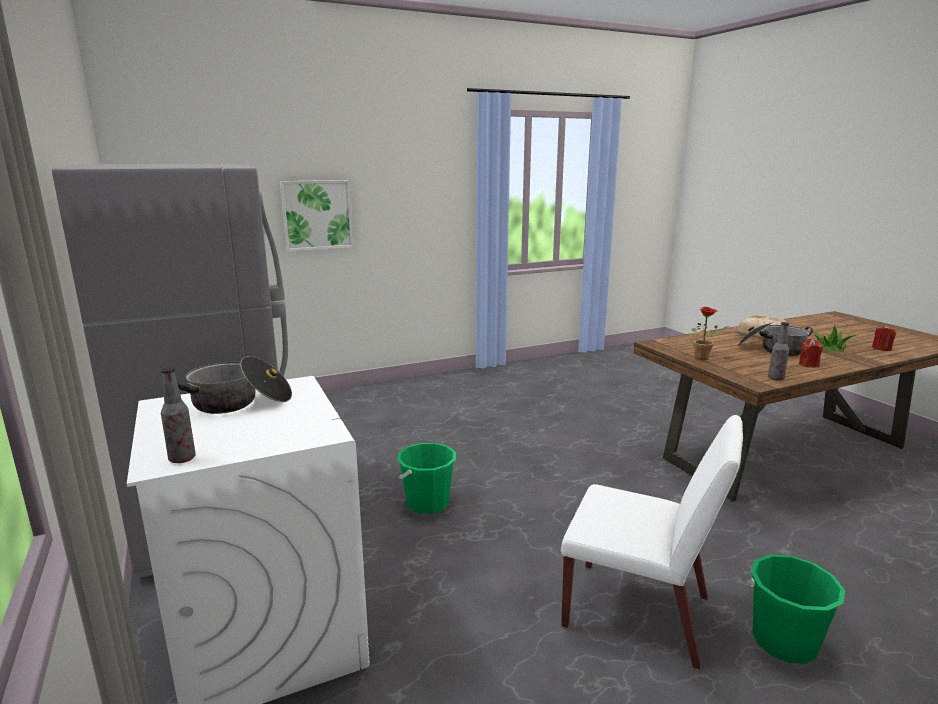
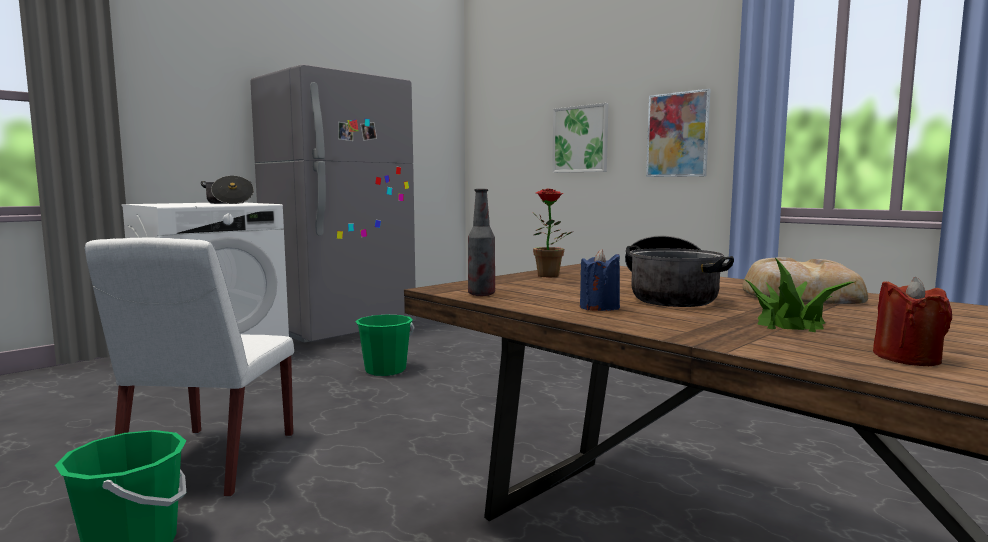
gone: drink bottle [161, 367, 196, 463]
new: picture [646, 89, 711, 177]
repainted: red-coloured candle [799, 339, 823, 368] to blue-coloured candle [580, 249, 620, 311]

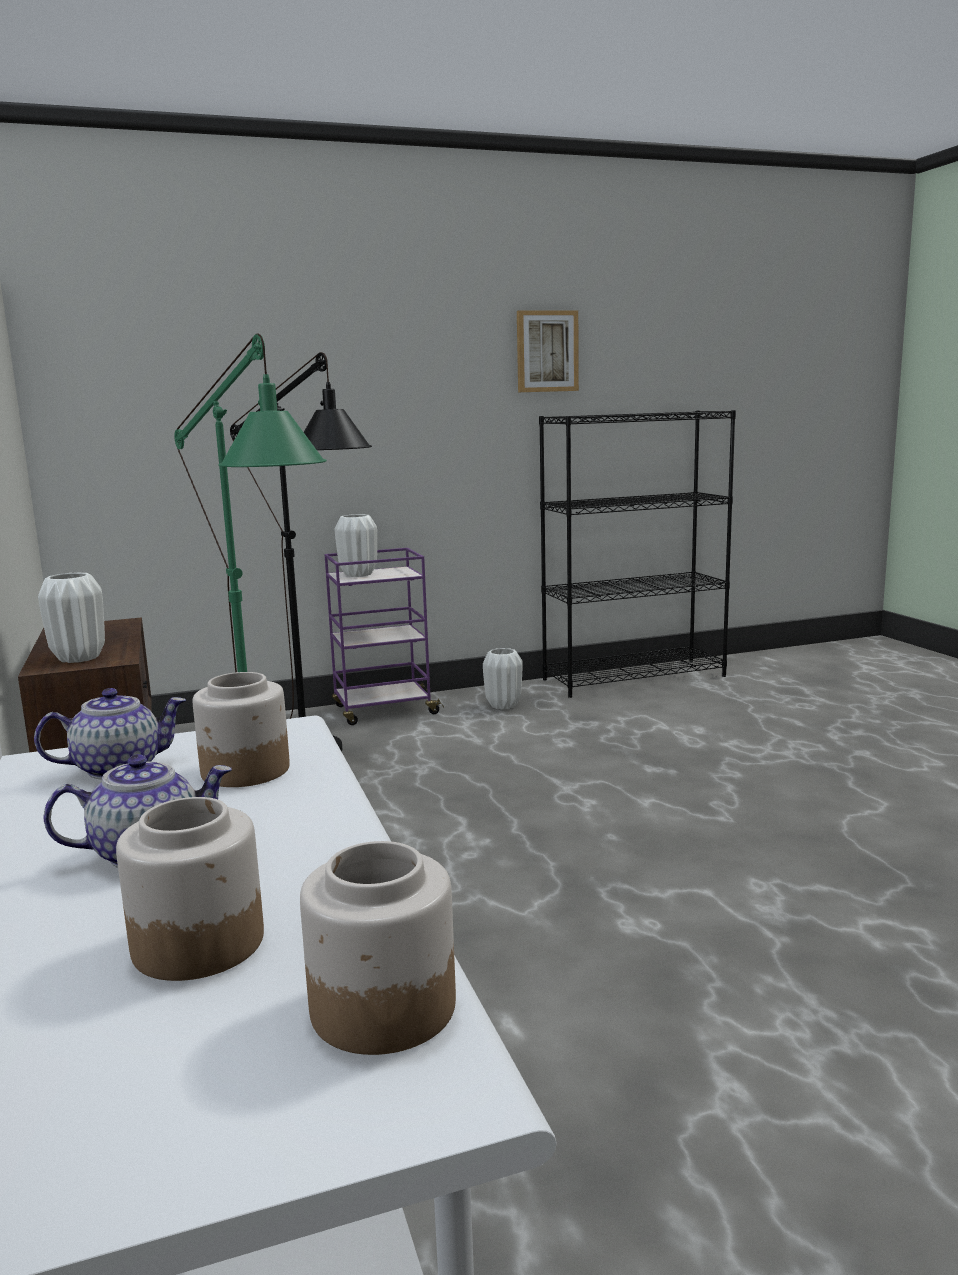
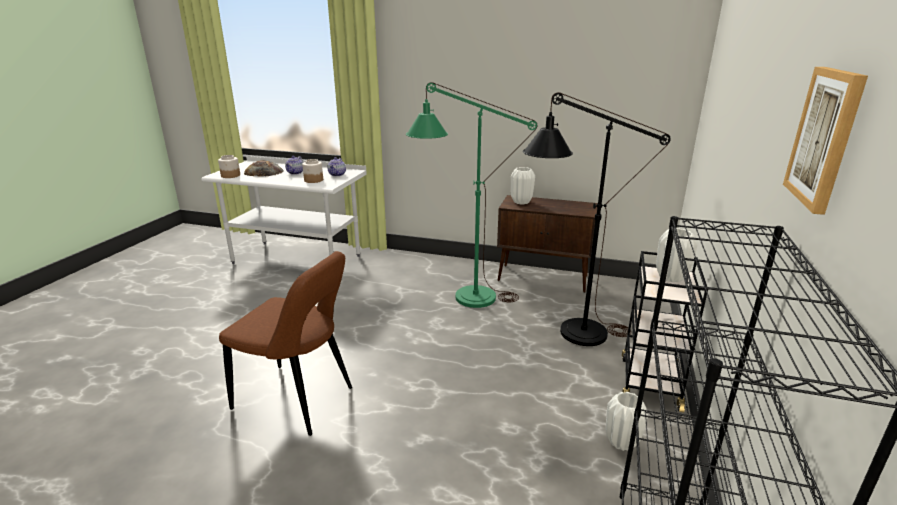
new: brownish chair [219, 251, 352, 436]
swapped: preserve jar [116, 797, 264, 981] to bakery bread [244, 160, 284, 176]
repainted: purple trolley [324, 548, 444, 725] to black trolley [622, 251, 708, 413]

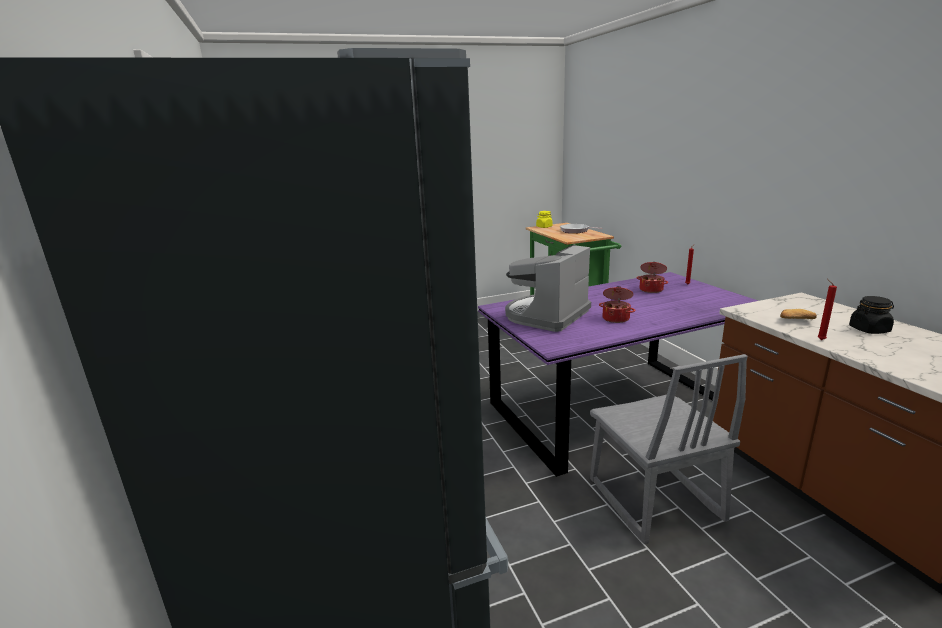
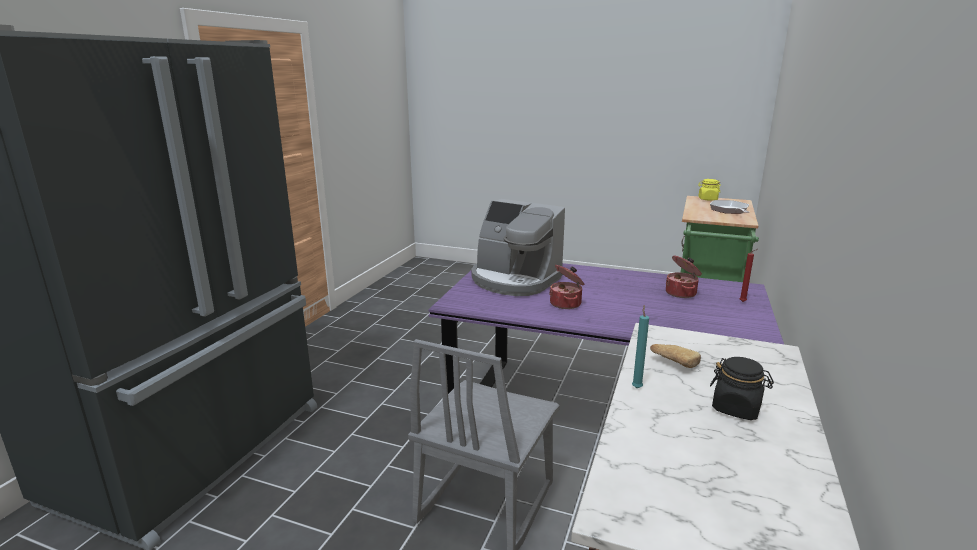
repainted: red-coloured candle [817, 279, 837, 340] to turquoise candle [632, 305, 649, 388]
rotated: coffee maker [505, 244, 591, 332] = [471, 199, 565, 296] 135 degrees counterclockwise

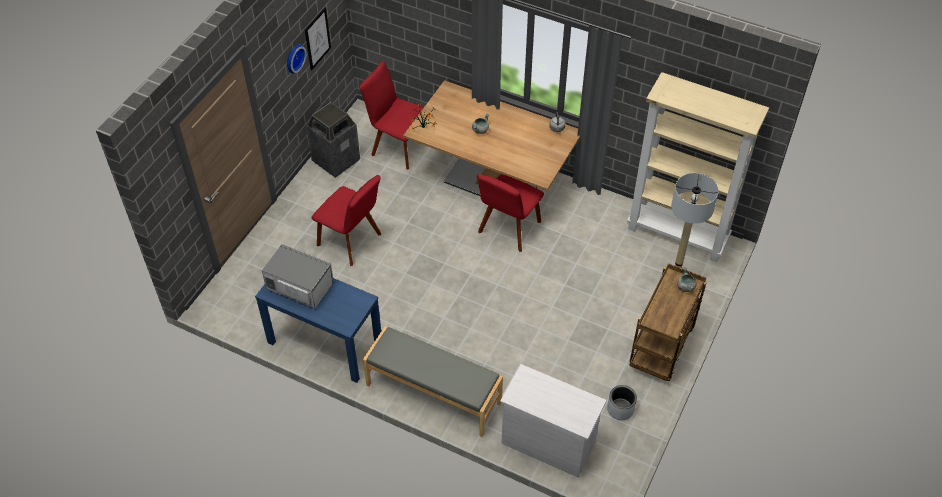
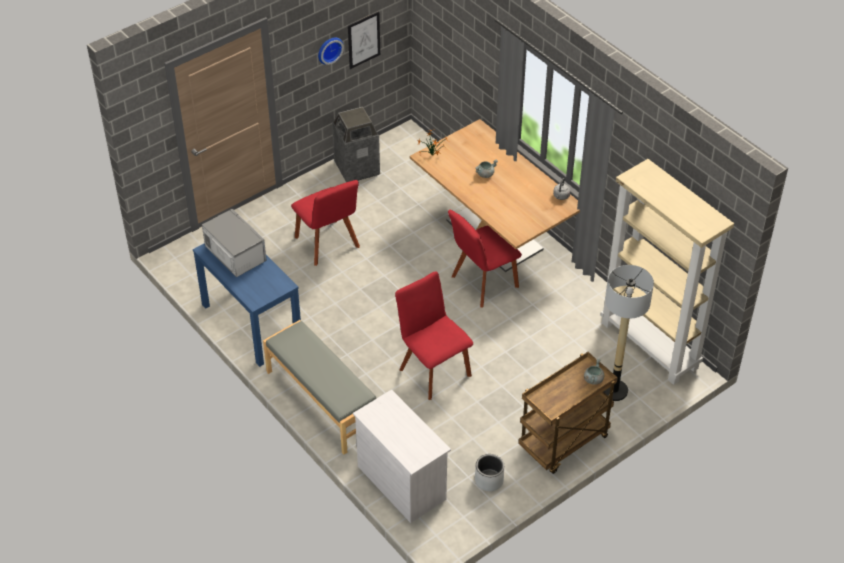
shifted: red-coloured chair [360, 61, 423, 170] to [395, 271, 473, 400]

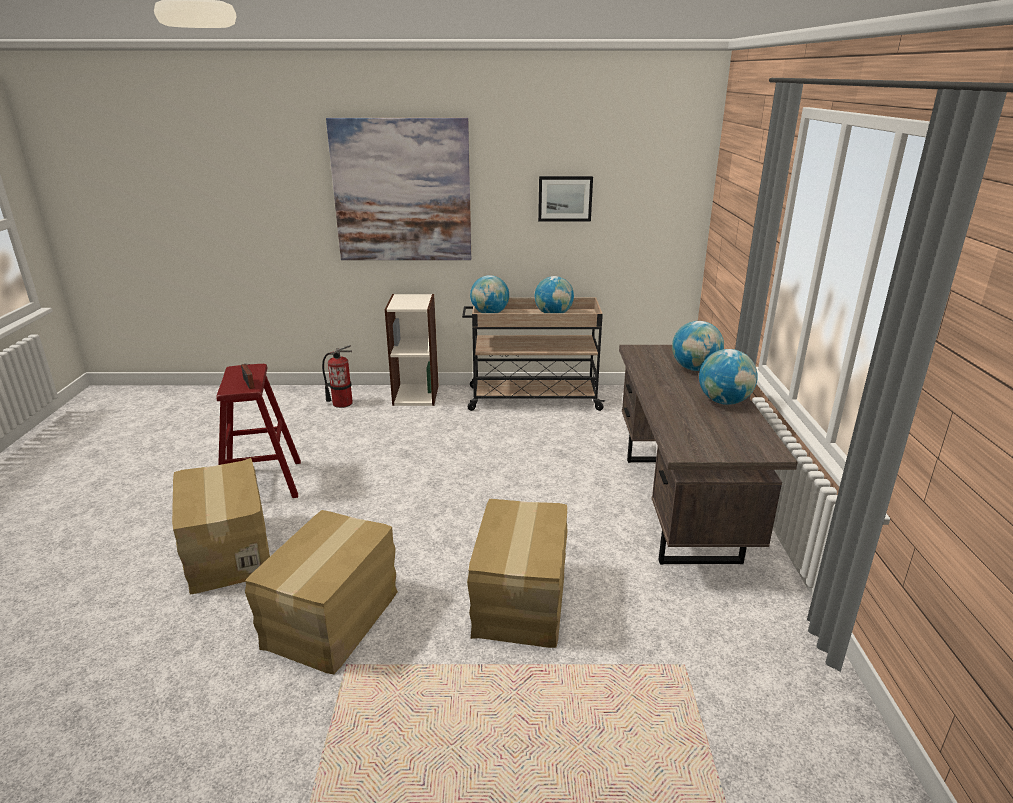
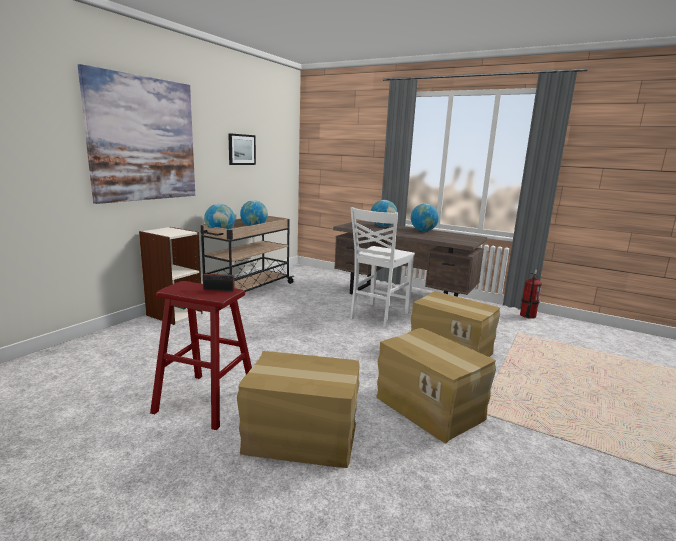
new: white-coloured chair [350, 207, 415, 328]
shifted: extinguisher [322, 345, 353, 408] to [520, 269, 542, 319]

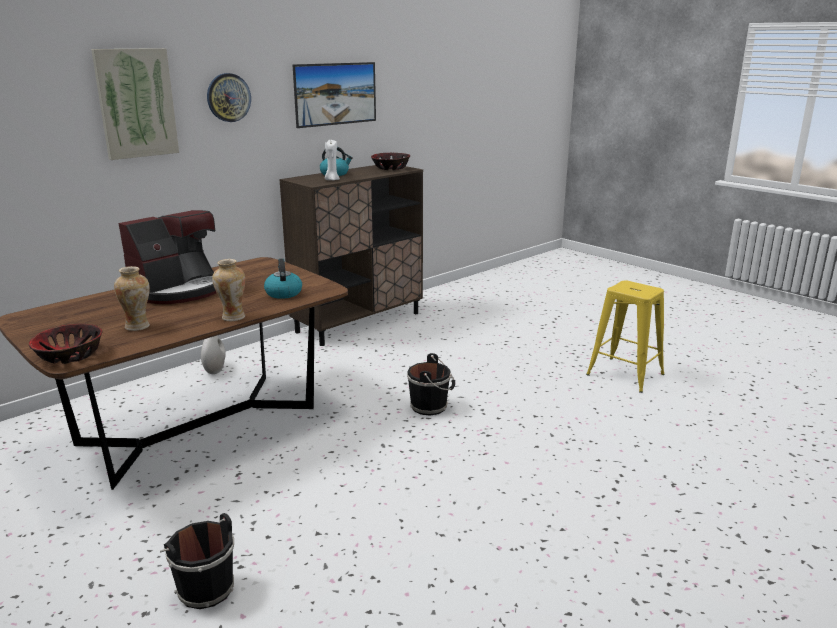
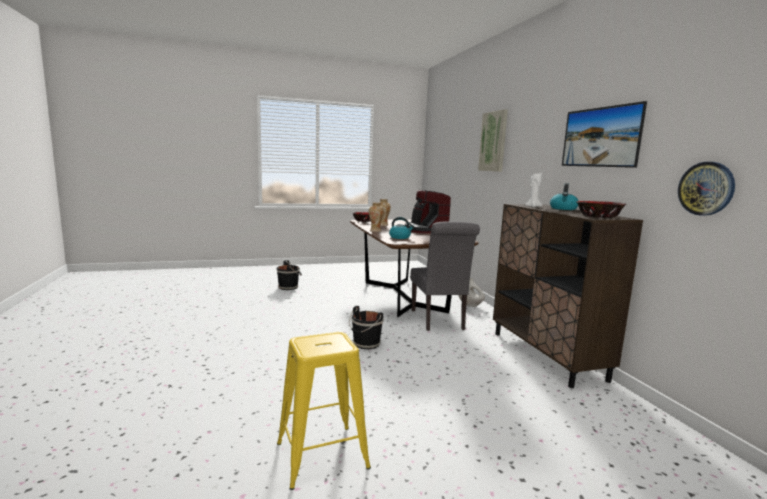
new: gray chair [410, 221, 480, 331]
shifted: hanging clock [207, 73, 251, 122] to [678, 162, 735, 216]

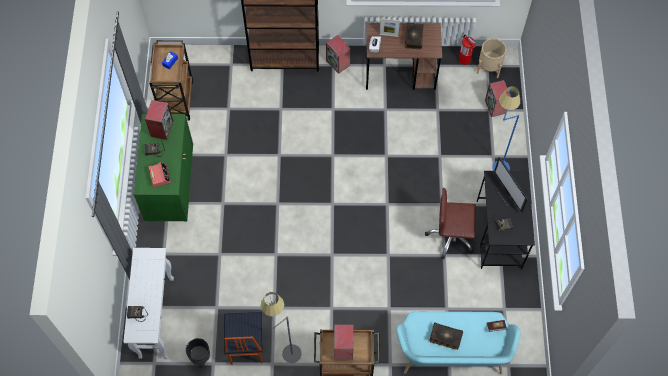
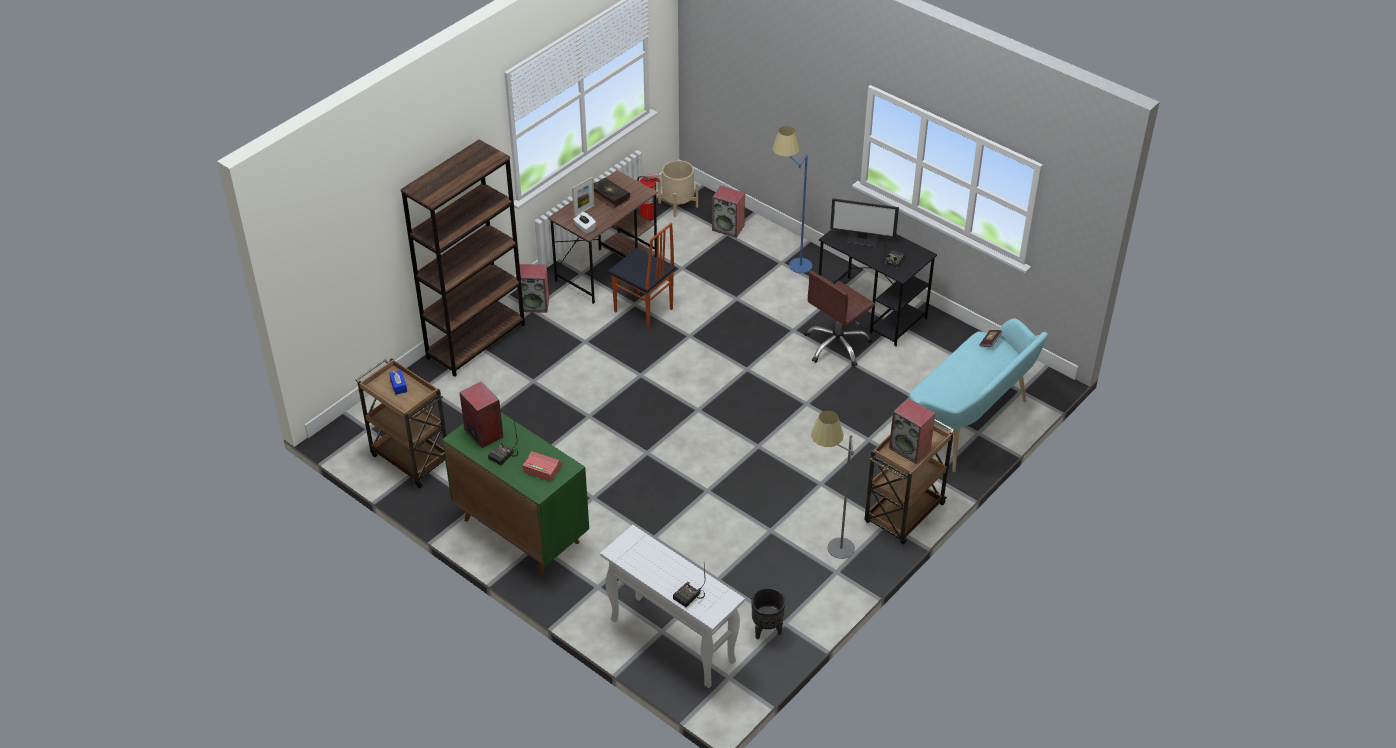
gone: book [429, 322, 463, 350]
shifted: chair [224, 312, 263, 365] to [608, 223, 675, 330]

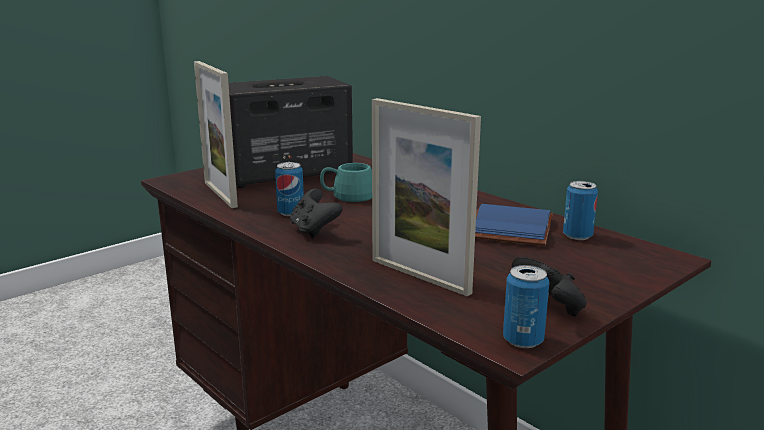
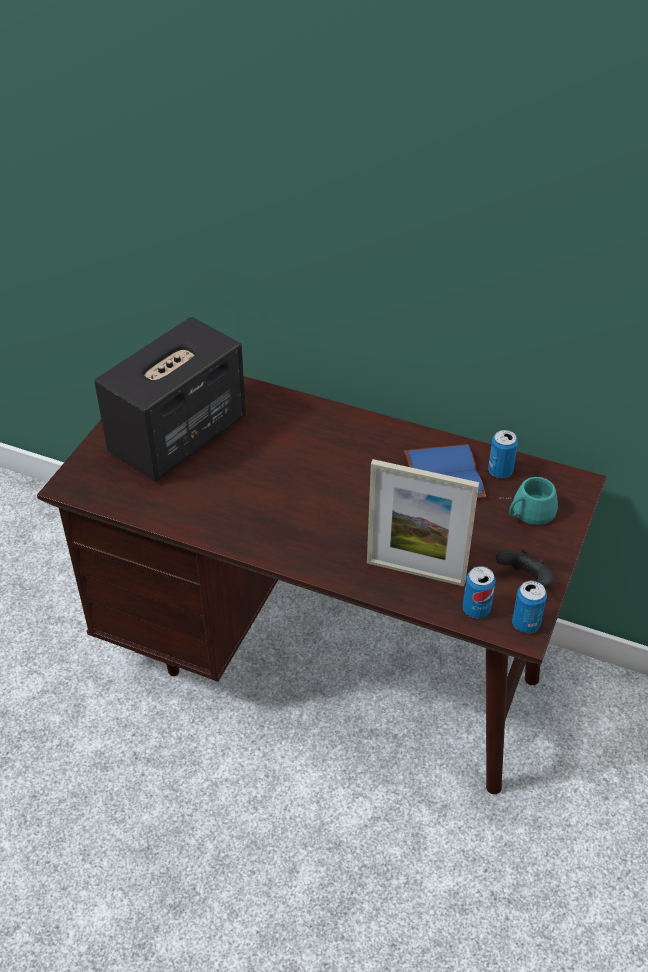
gone: photo frame [194, 61, 238, 208]; black gamepad [290, 188, 343, 238]
shifted: can [275, 162, 304, 216] to [463, 566, 496, 618]; turquoise mug [320, 163, 372, 202] to [499, 477, 558, 525]

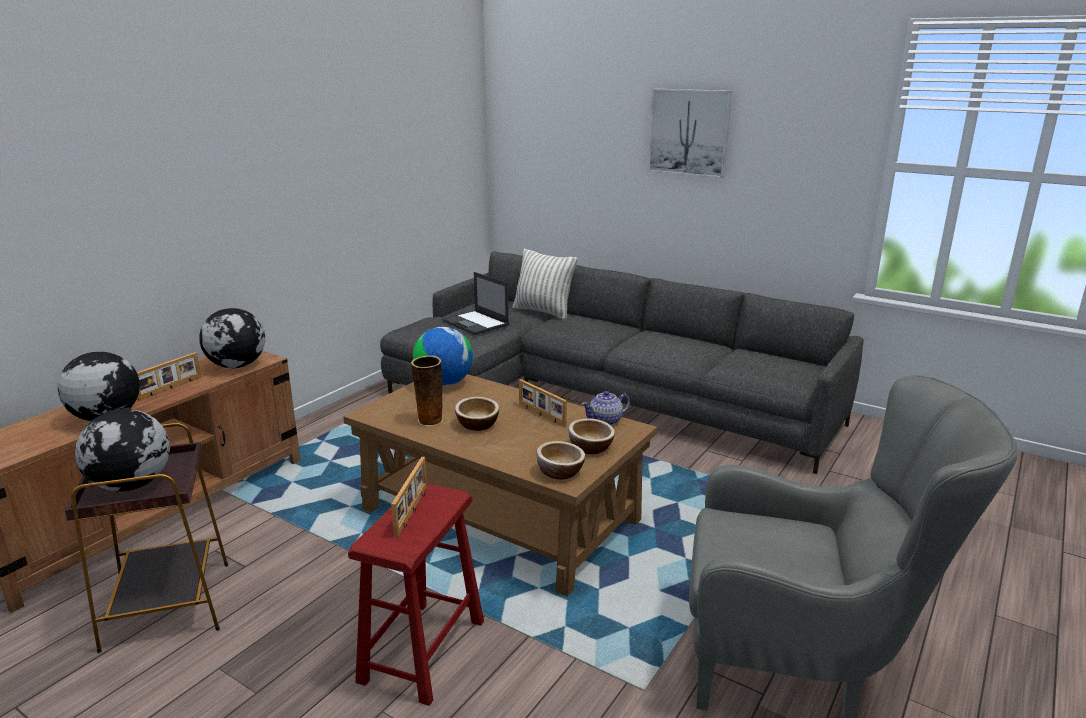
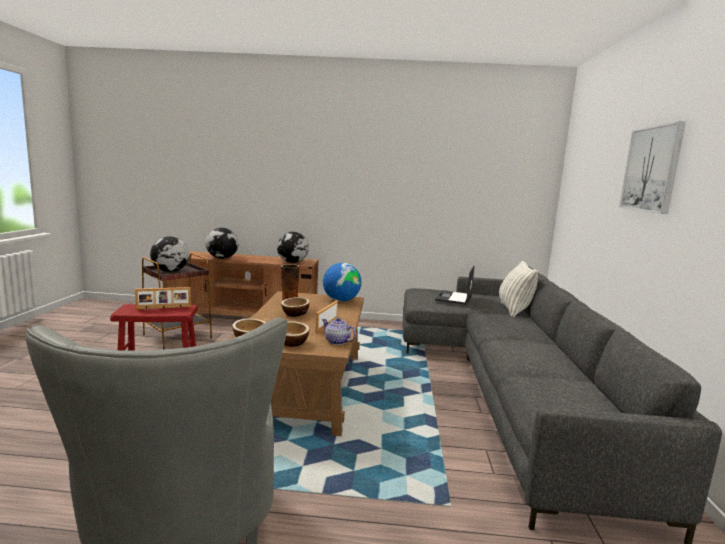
gone: photo frame [137, 352, 201, 401]

